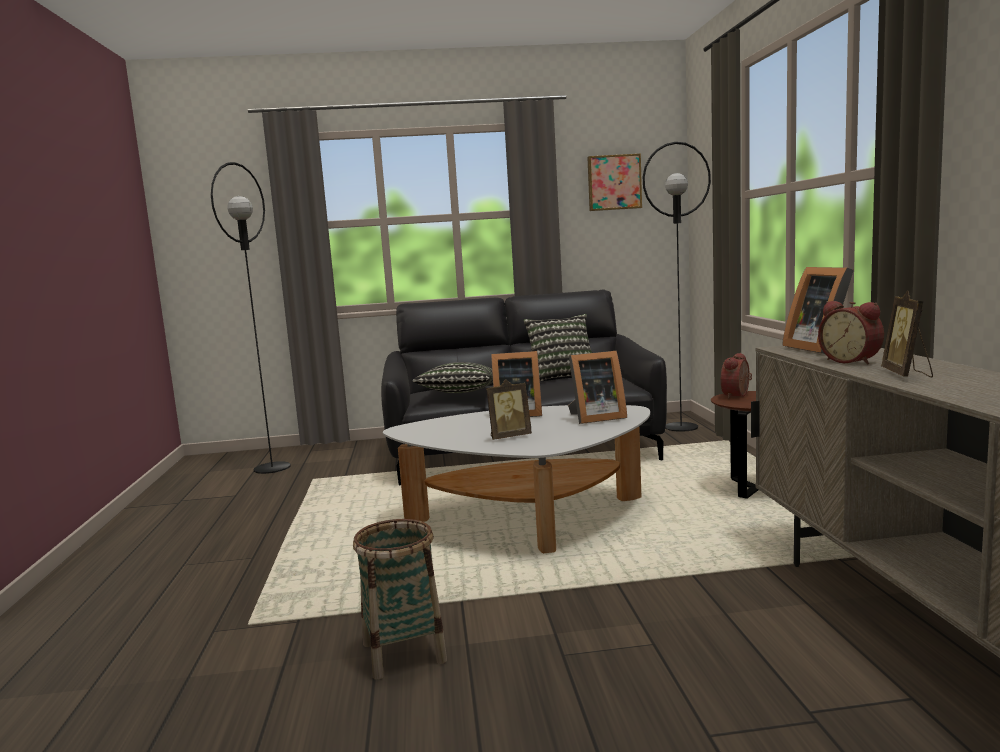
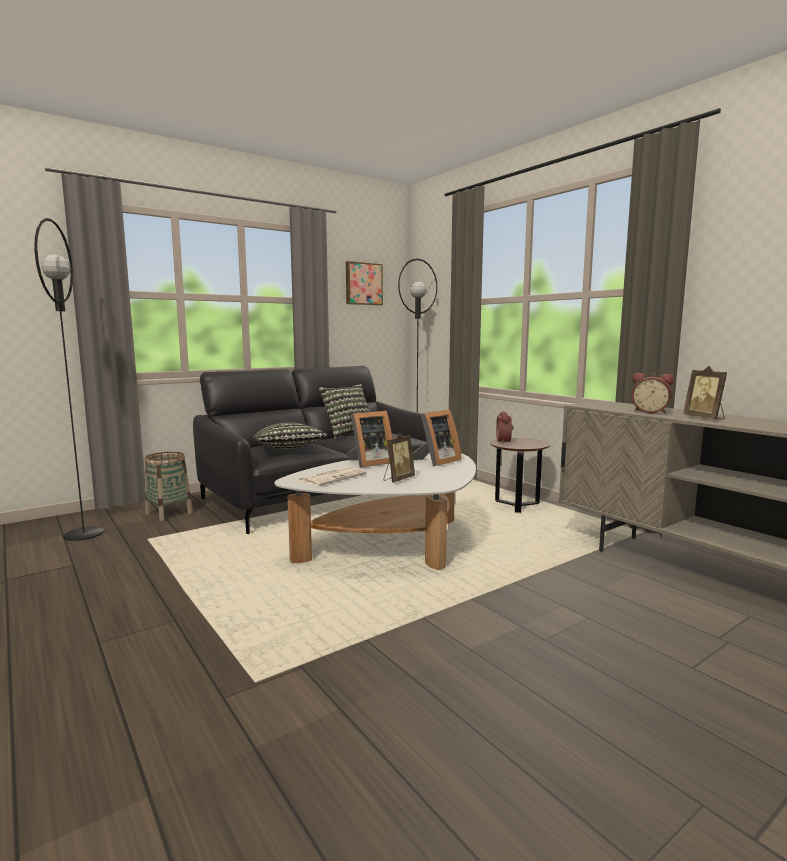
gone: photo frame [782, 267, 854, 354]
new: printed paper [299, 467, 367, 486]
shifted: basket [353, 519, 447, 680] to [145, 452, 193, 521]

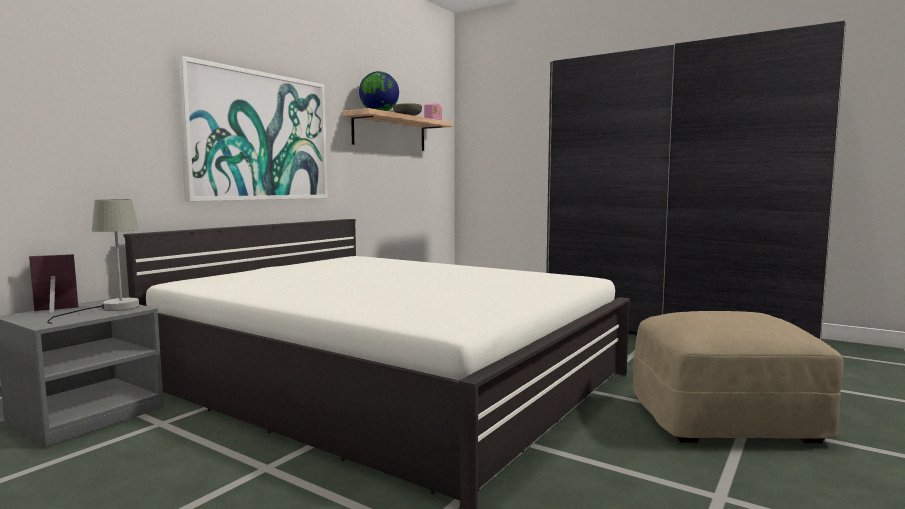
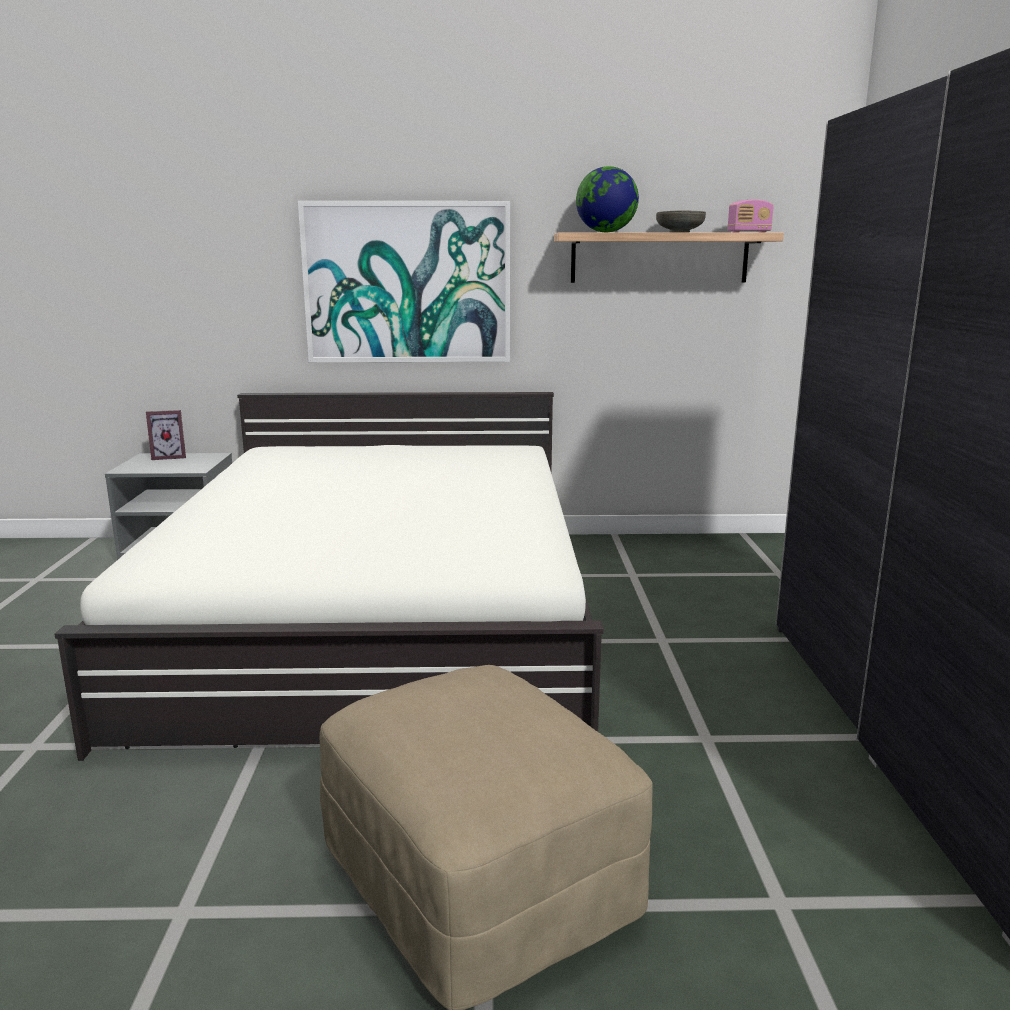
gone: gray lamp for a table [47, 199, 139, 324]
rotated: photo frame [29, 254, 78, 313] = [146, 410, 186, 460] 135 degrees clockwise

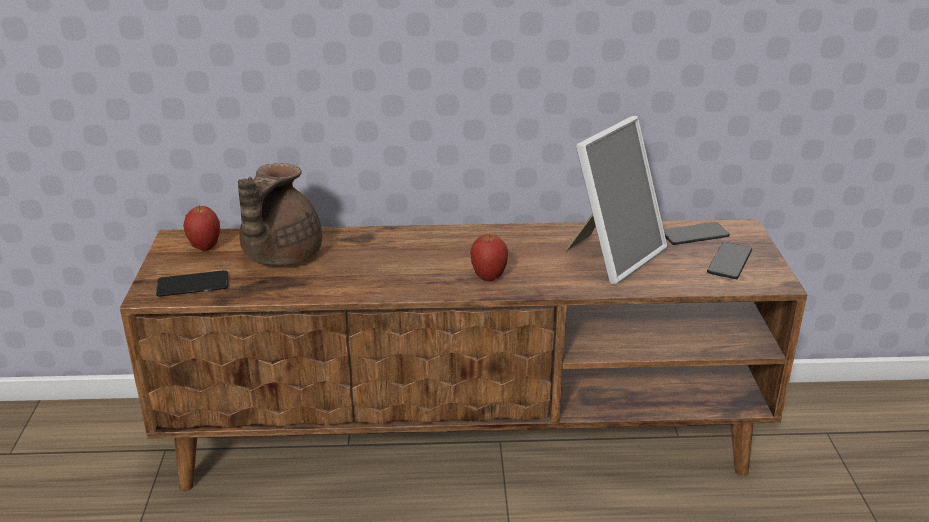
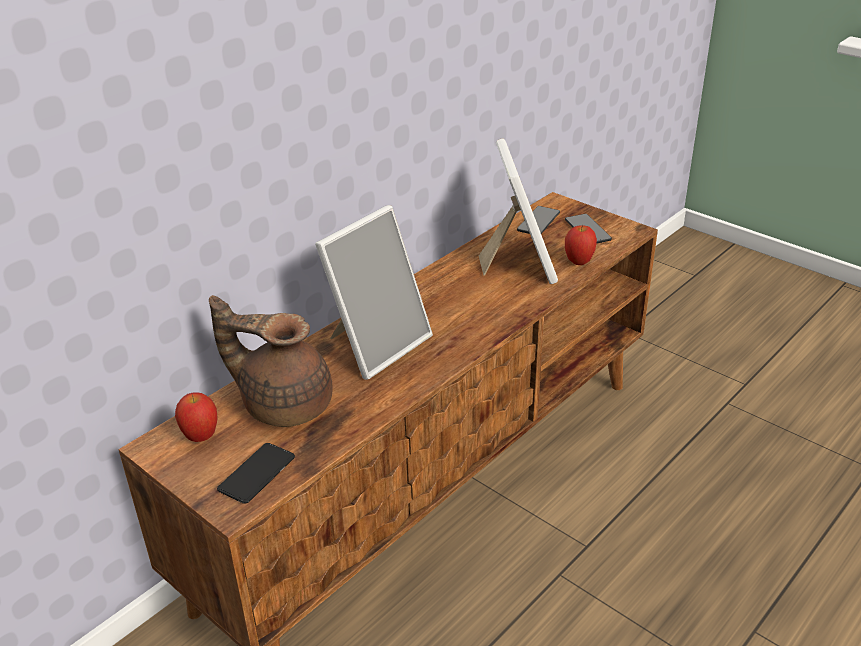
new: photo frame [315, 205, 433, 380]
shifted: apple fruit [470, 234, 508, 281] to [565, 224, 597, 265]
rotated: brownish teapot [238, 163, 322, 265] = [209, 295, 333, 427] 135 degrees clockwise

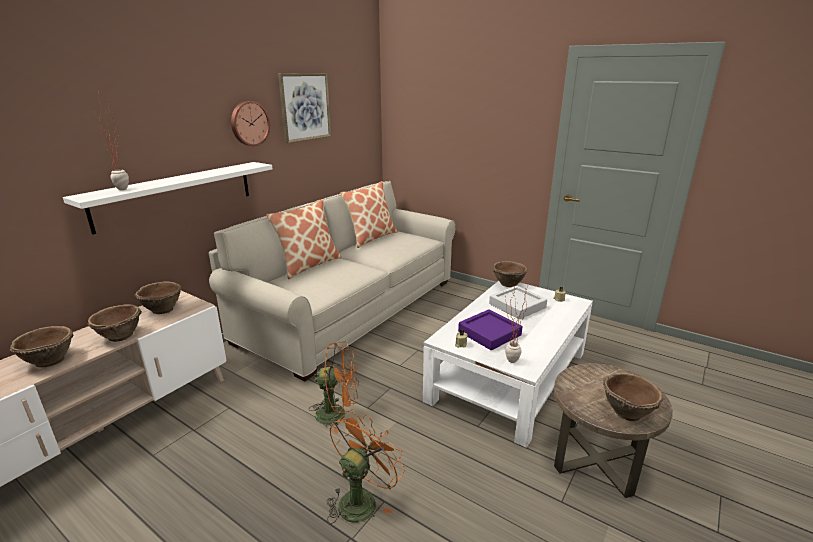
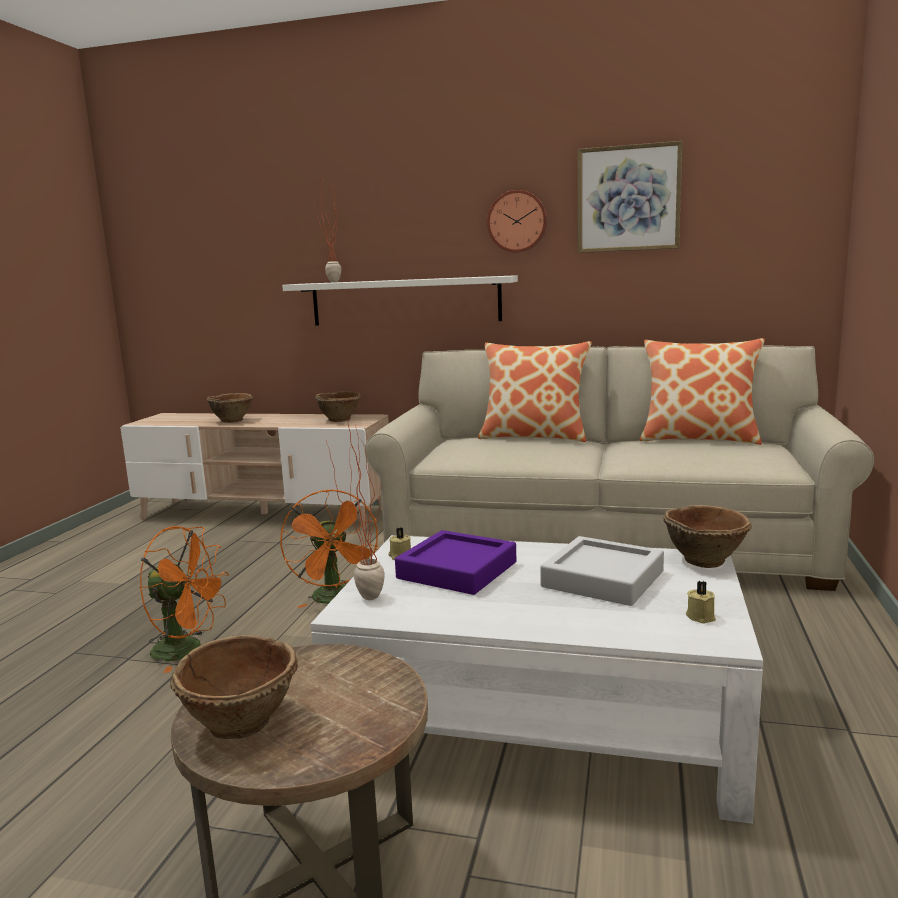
gone: brownish deep dish [87, 304, 142, 342]

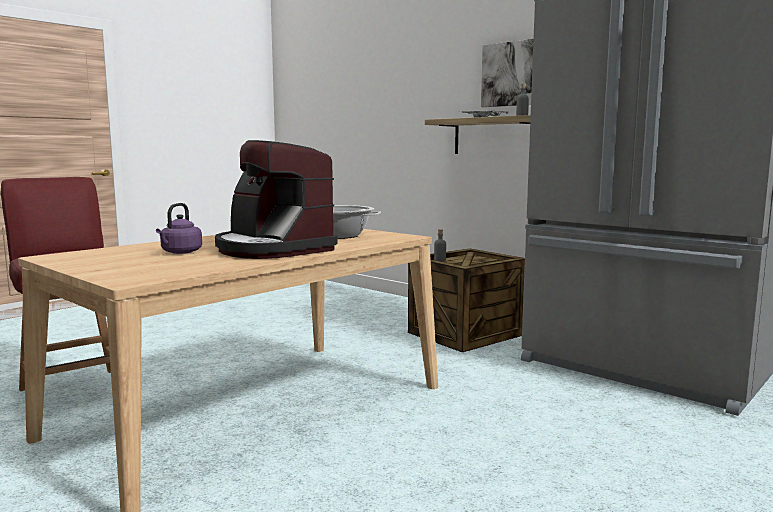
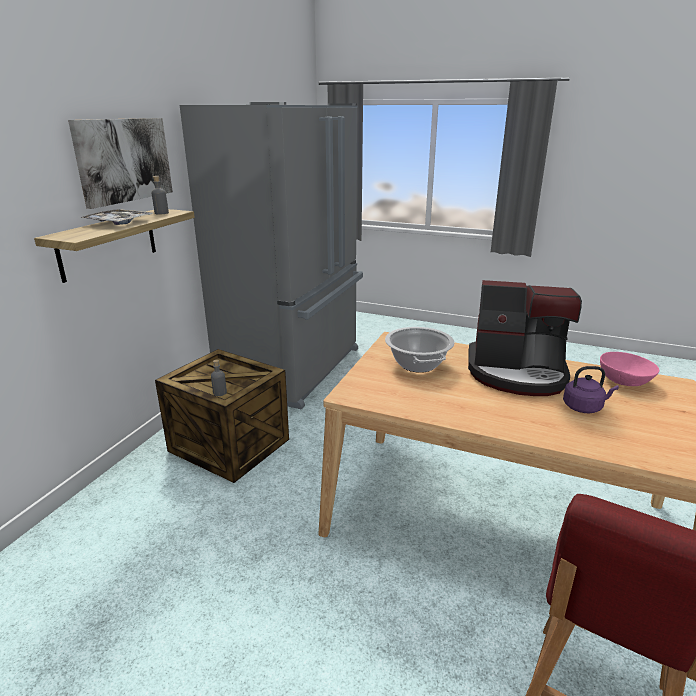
new: pink deep dish [600, 352, 659, 386]
rotated: coffee maker [215, 140, 338, 259] = [468, 280, 582, 396] 75 degrees clockwise

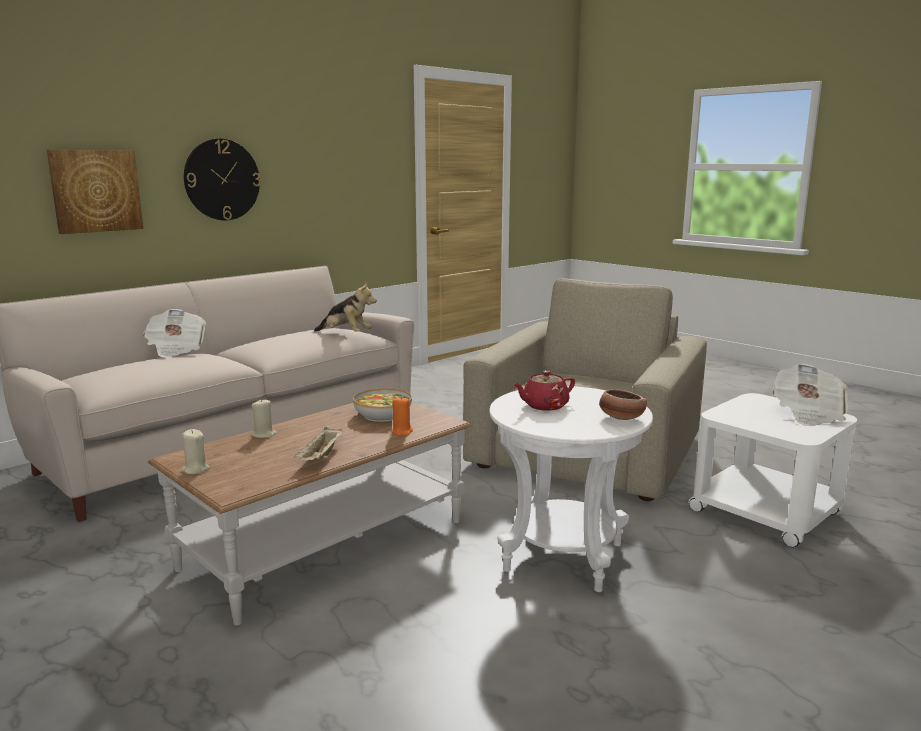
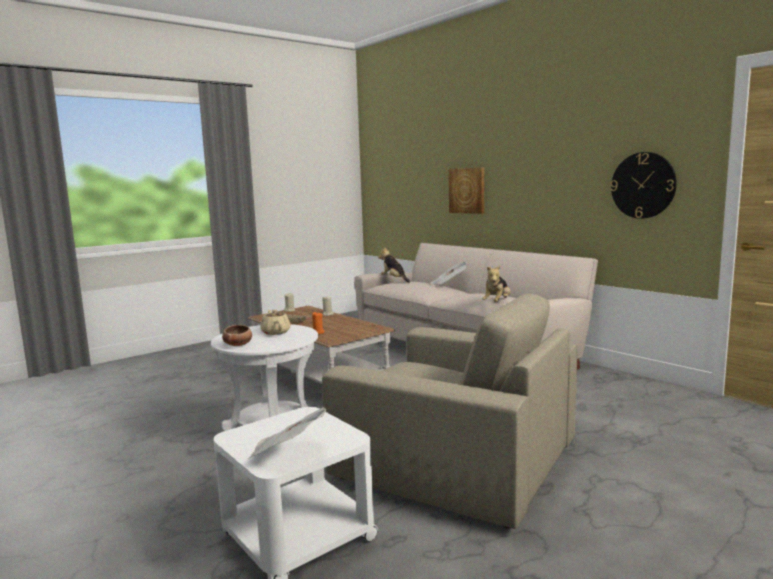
gone: deep dish [353, 388, 412, 422]
new: soft toy [378, 247, 410, 282]
shifted: hanging clock [184, 139, 261, 220] to [611, 152, 677, 219]
repainted: red-coloured teapot [513, 370, 575, 411] to beige-coloured teapot [261, 310, 291, 335]

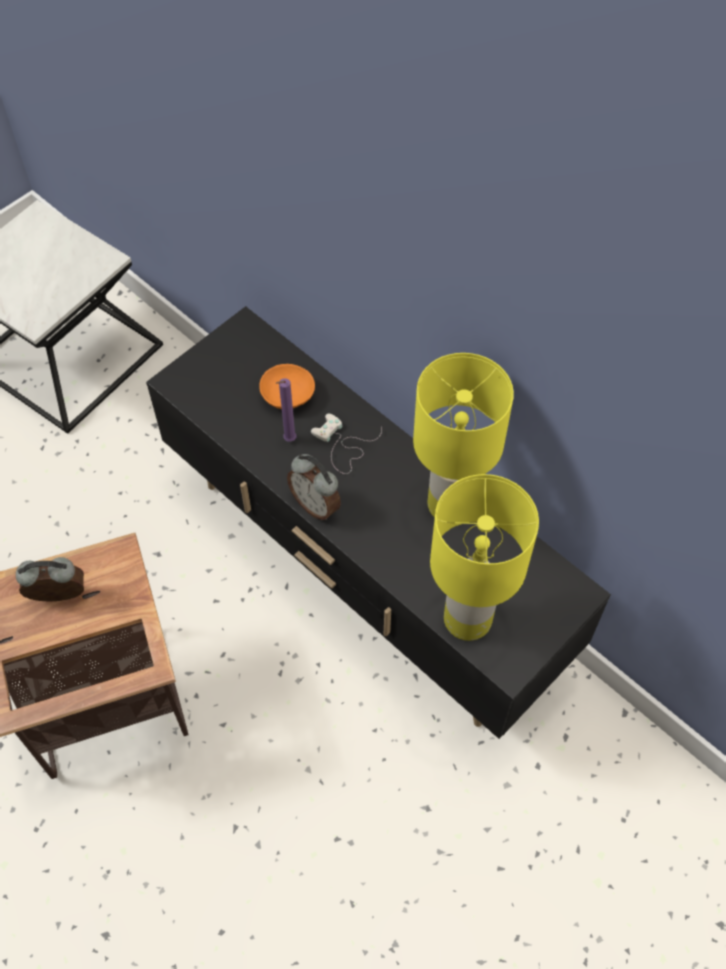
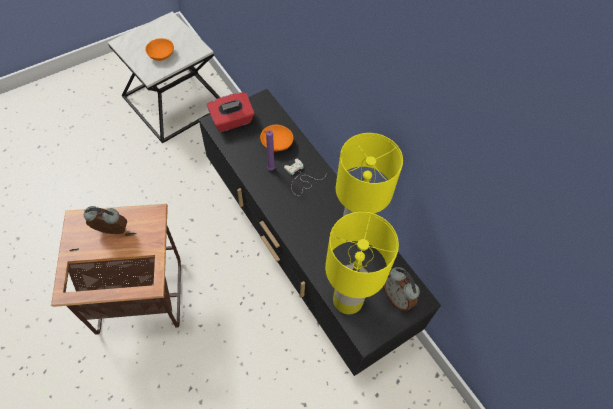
new: orangey deep dish [145, 38, 174, 61]; red-coloured tissue holder [207, 92, 255, 132]
shifted: bedside clock [287, 454, 341, 520] to [383, 267, 420, 312]

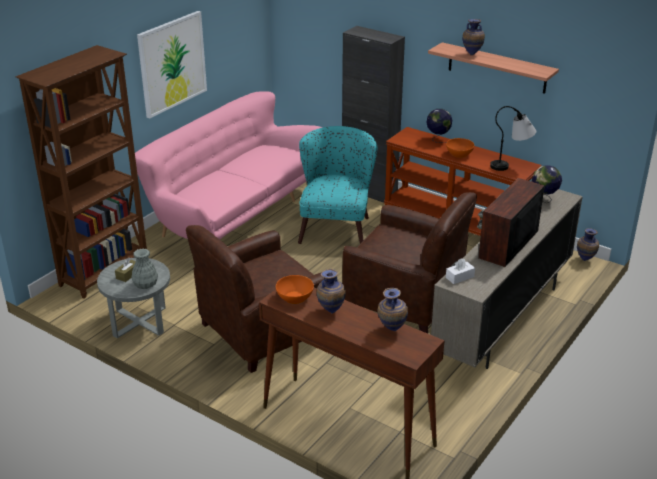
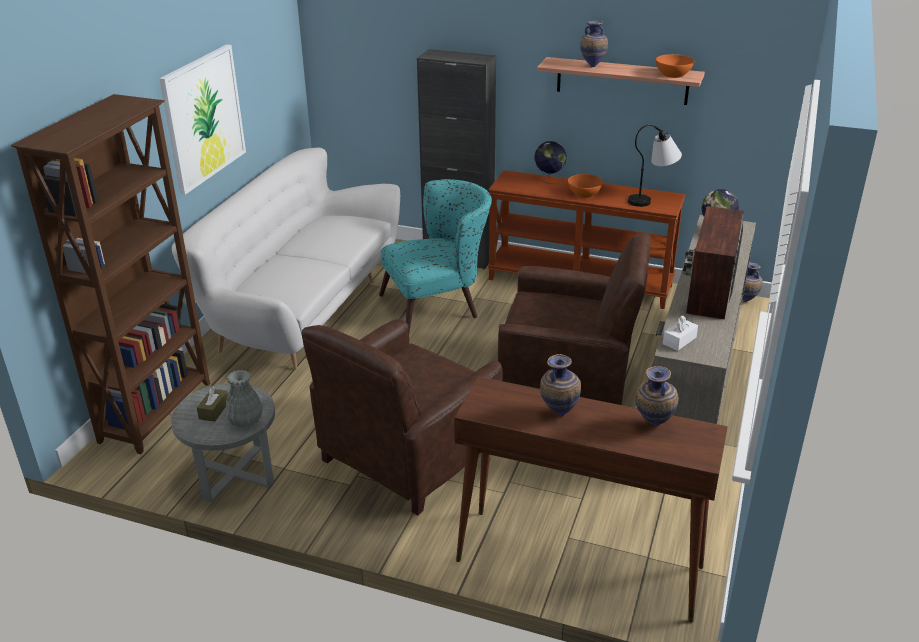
shifted: orangey deep dish [276, 275, 314, 304] to [656, 54, 694, 78]
repainted: pink couch [135, 91, 323, 239] to white-coloured couch [172, 148, 400, 370]
rotated: turquoise lounge chair [298, 126, 377, 244] = [379, 179, 492, 332] 75 degrees clockwise

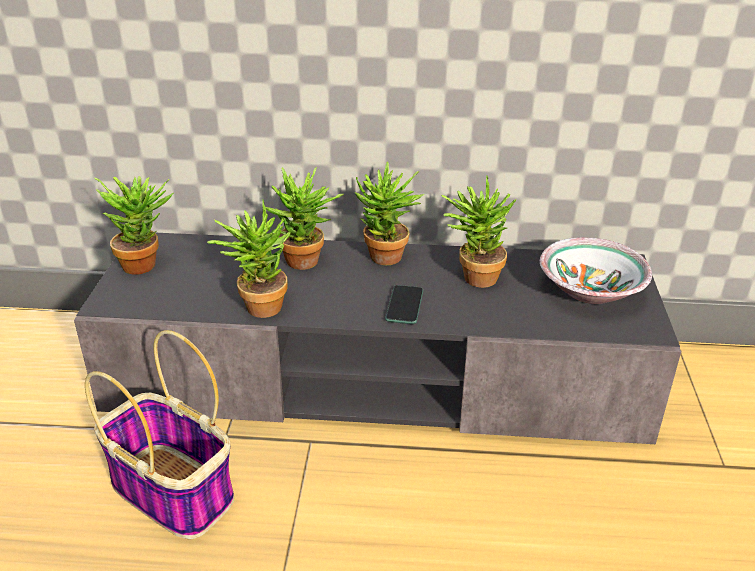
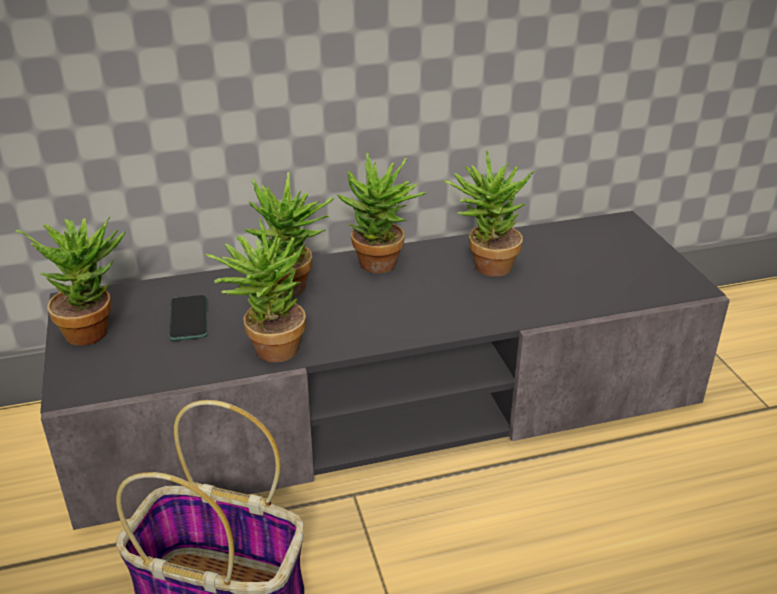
gone: deep dish [540, 237, 652, 304]
shifted: handset [385, 285, 423, 324] to [169, 295, 208, 341]

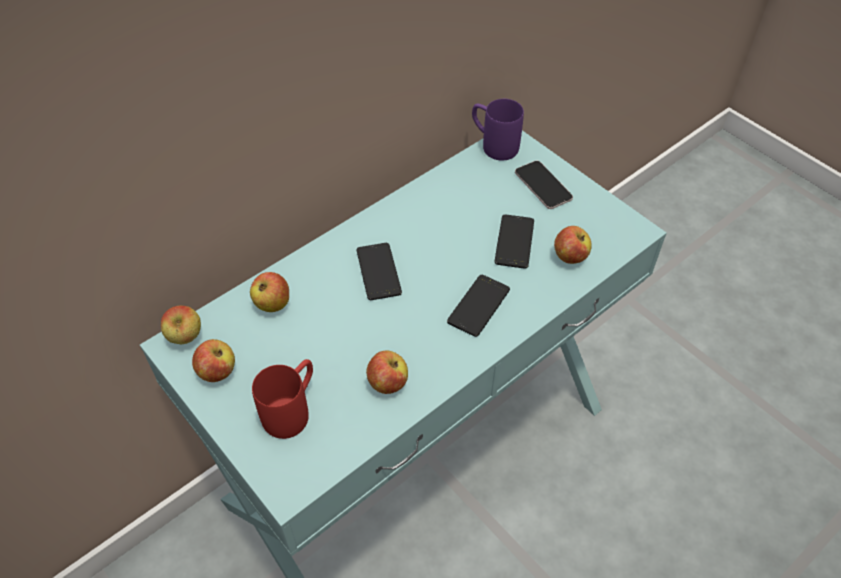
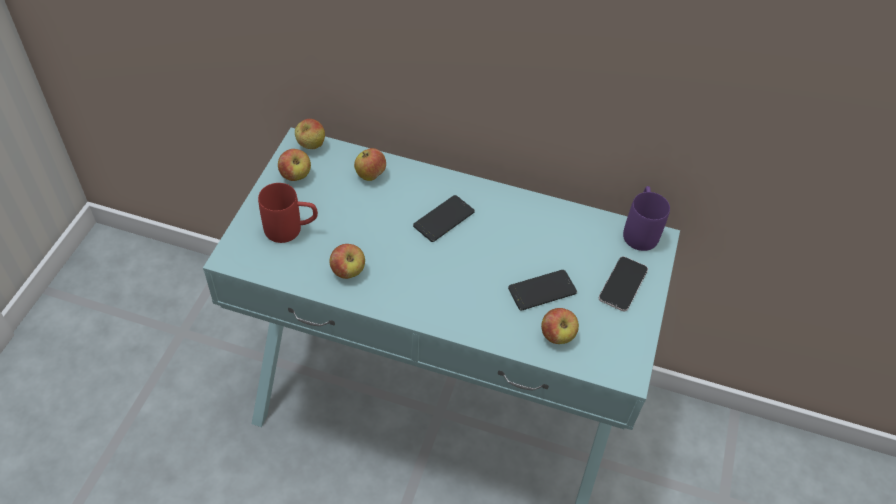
gone: handset [447, 275, 510, 337]

